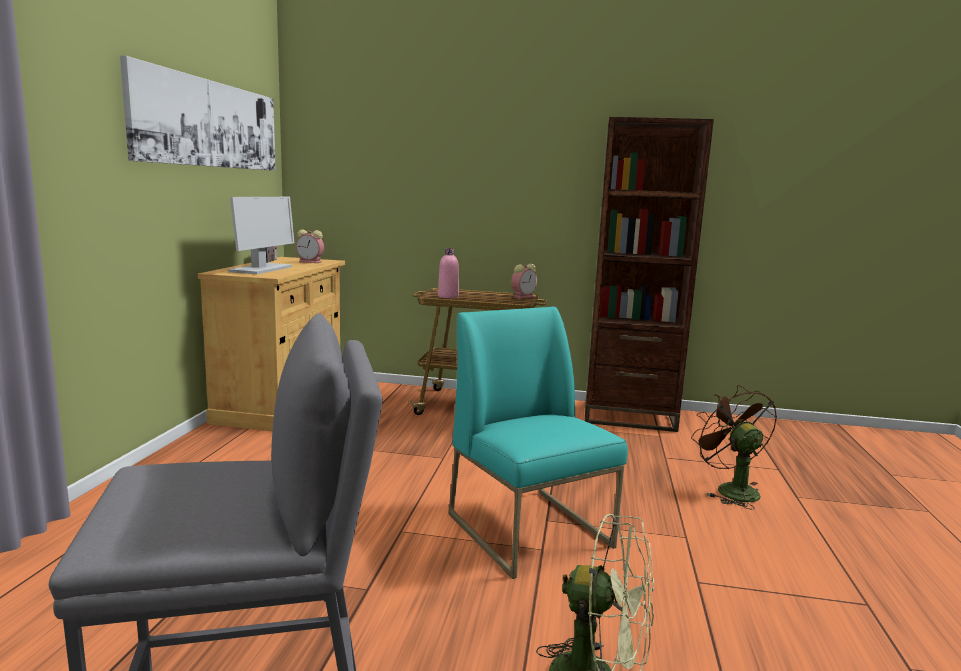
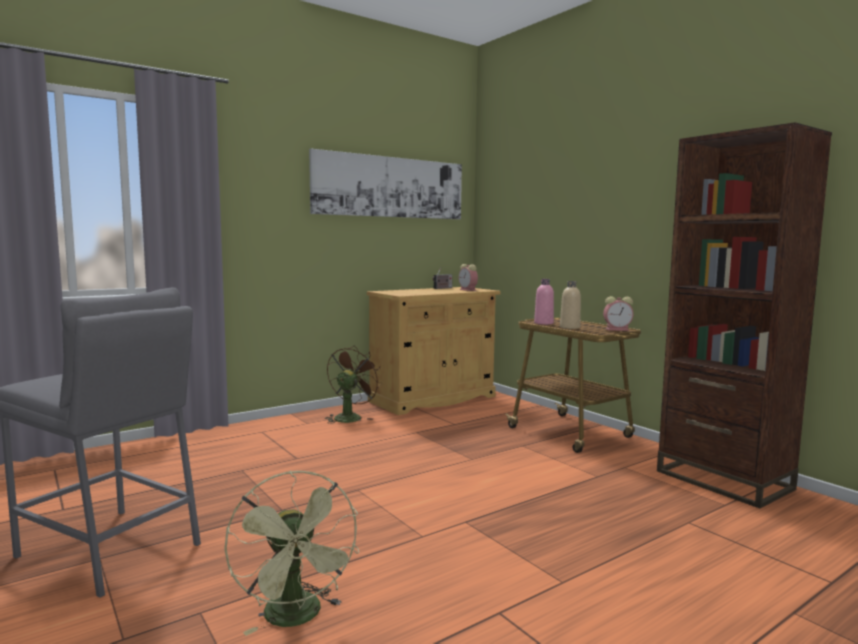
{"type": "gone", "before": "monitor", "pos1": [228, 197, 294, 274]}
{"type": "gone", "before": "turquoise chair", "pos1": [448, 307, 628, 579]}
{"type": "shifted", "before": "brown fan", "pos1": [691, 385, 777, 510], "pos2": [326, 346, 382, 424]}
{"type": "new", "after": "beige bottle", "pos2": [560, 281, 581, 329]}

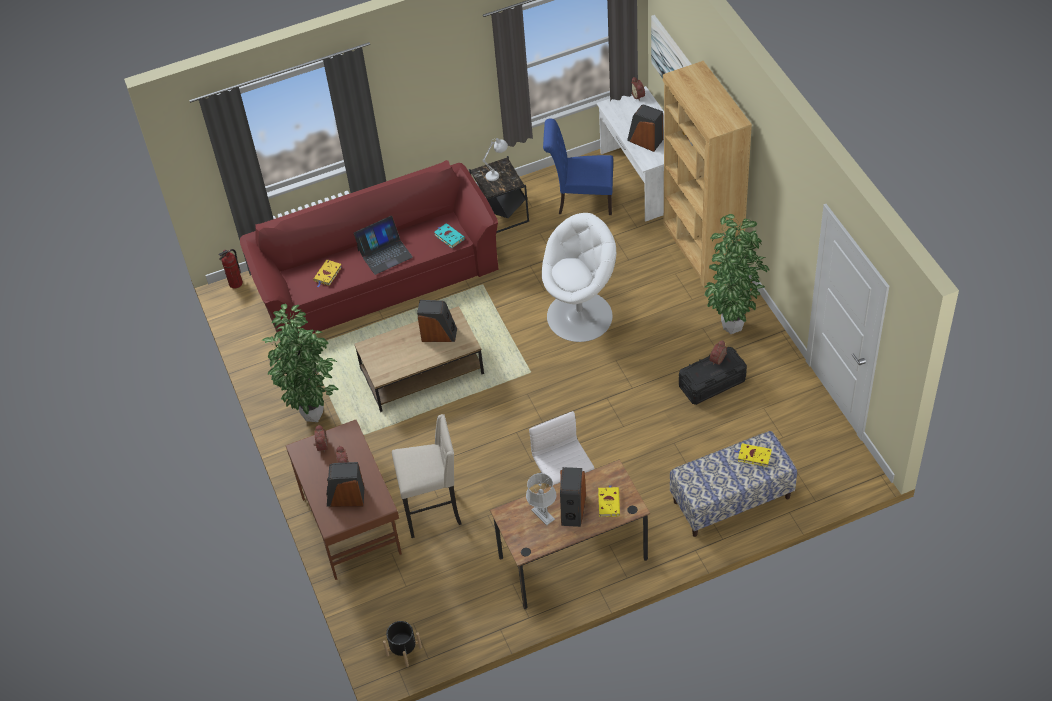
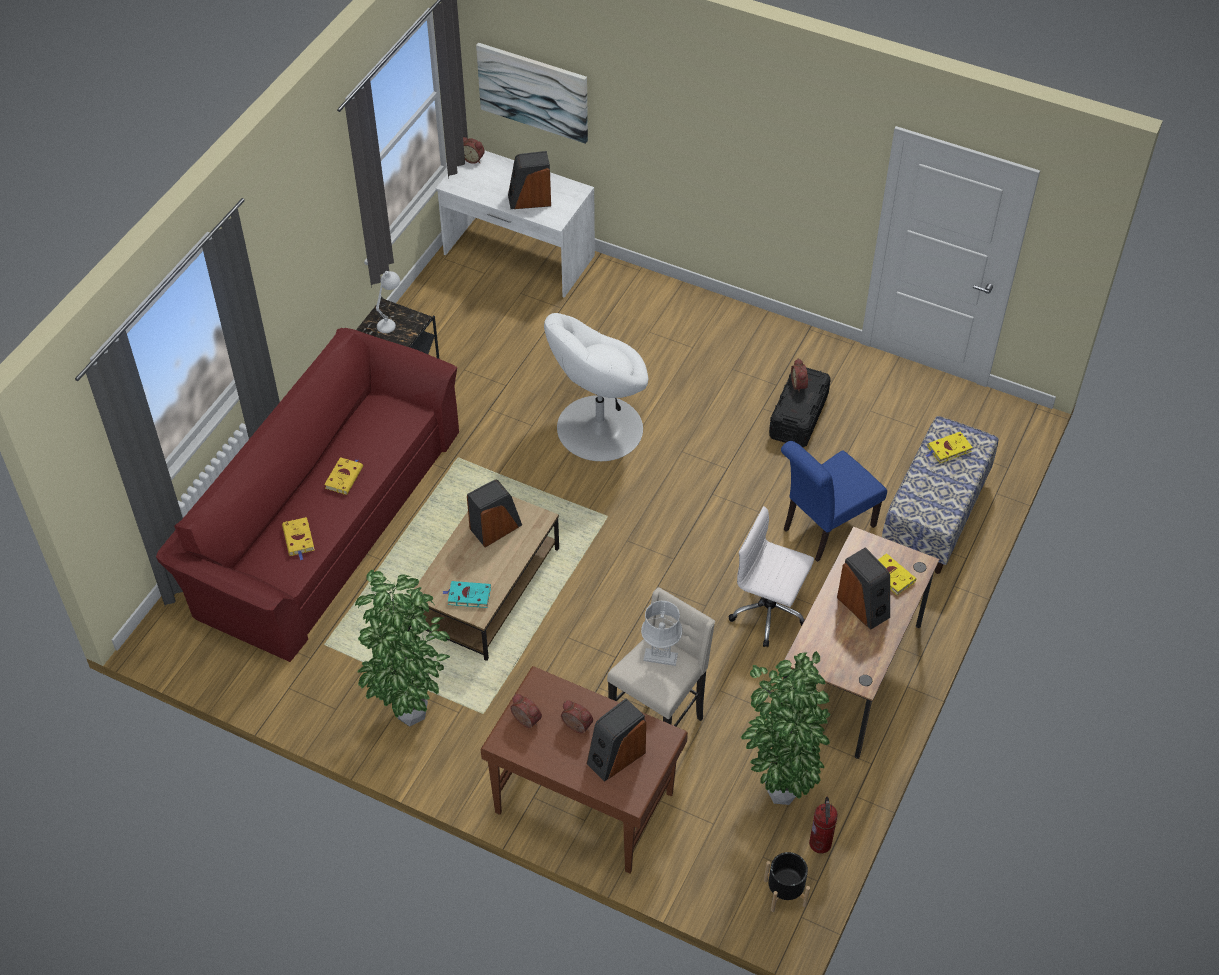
{"type": "gone", "before": "brown bookcase", "pos1": [663, 61, 752, 288]}
{"type": "shifted", "before": "blue chair", "pos1": [543, 118, 613, 215], "pos2": [781, 441, 887, 562]}
{"type": "rotated", "before": "white armchair", "pos1": [542, 213, 616, 342], "pos2": [544, 313, 648, 461], "turn": -150}
{"type": "shifted", "before": "potted plant", "pos1": [704, 214, 769, 334], "pos2": [741, 651, 830, 805]}
{"type": "swapped", "before": "laptop", "after": "yellow book", "pos1": [354, 216, 413, 275], "pos2": [324, 457, 363, 495]}
{"type": "shifted", "before": "turquoise book", "pos1": [434, 223, 465, 248], "pos2": [442, 581, 491, 608]}
{"type": "shifted", "before": "fire extinguisher", "pos1": [218, 249, 243, 288], "pos2": [809, 797, 838, 854]}
{"type": "shifted", "before": "grey table lamp", "pos1": [526, 473, 556, 526], "pos2": [641, 601, 682, 666]}

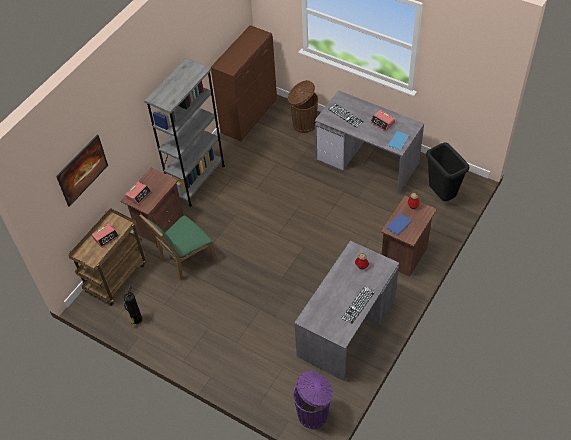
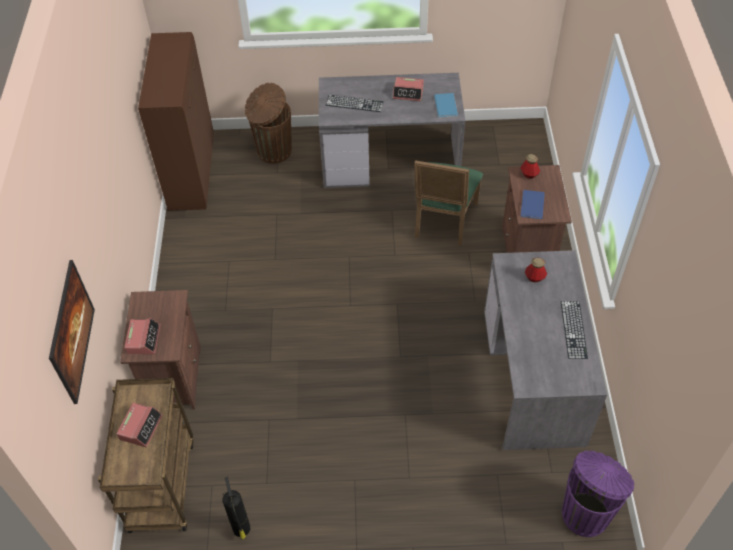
{"type": "gone", "before": "grey bookcase", "pos1": [144, 58, 225, 207]}
{"type": "gone", "before": "black trash can", "pos1": [426, 143, 469, 201]}
{"type": "shifted", "before": "green chair", "pos1": [139, 214, 216, 280], "pos2": [414, 160, 483, 246]}

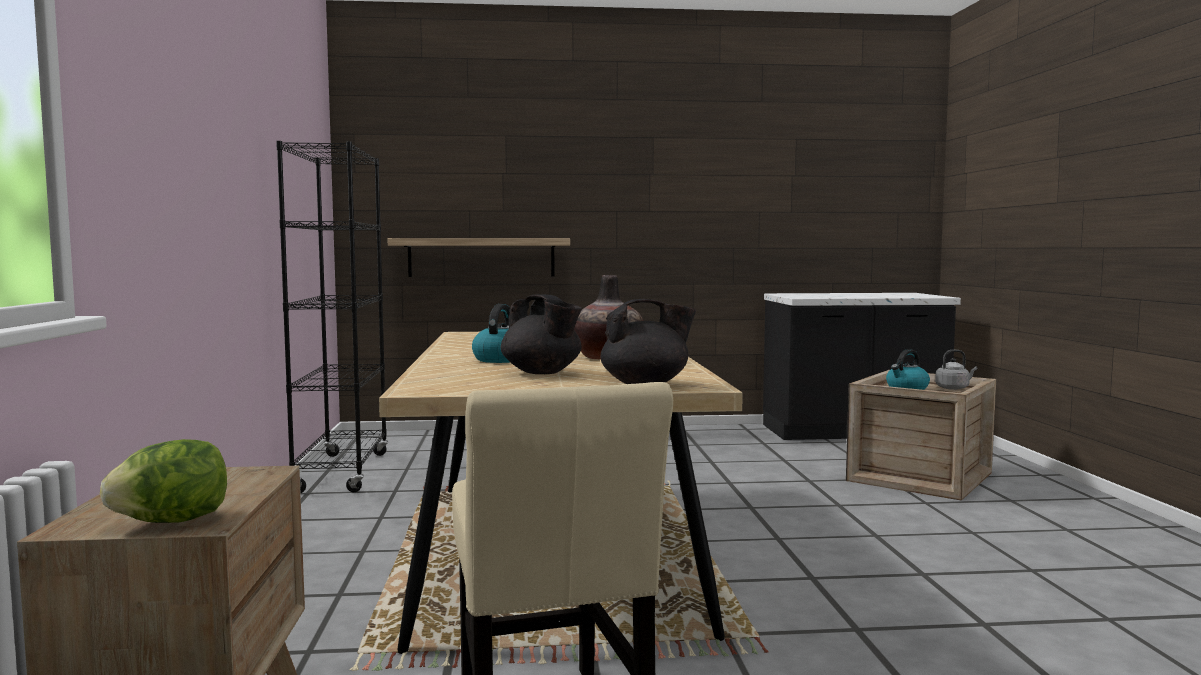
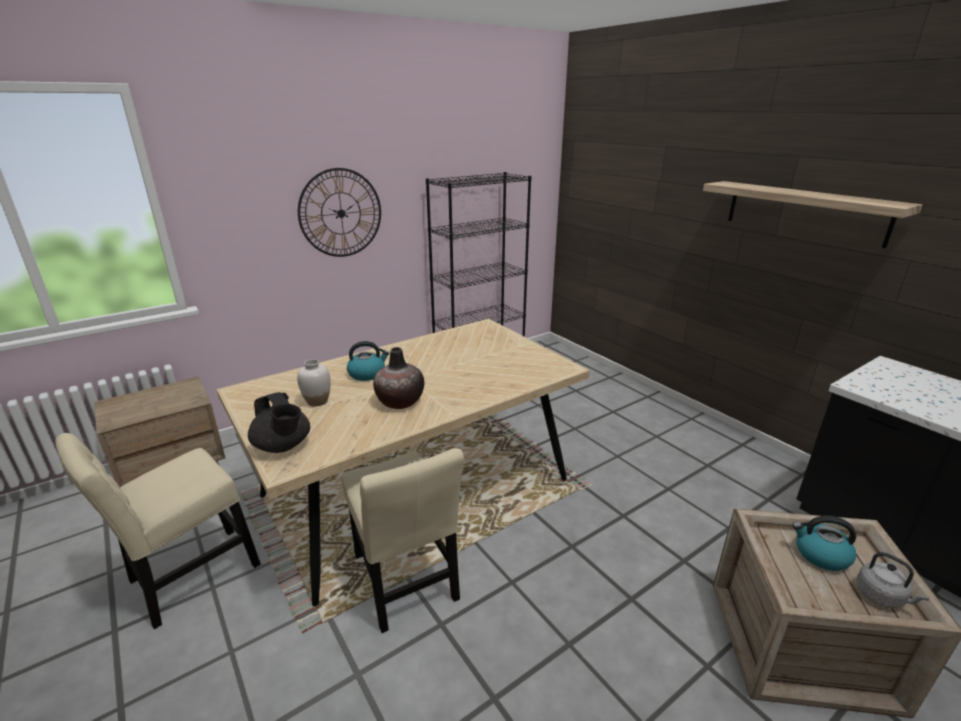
{"type": "shifted", "before": "shelf", "pos1": [388, 238, 570, 277], "pos2": [703, 181, 922, 248]}
{"type": "swapped", "before": "black teapot", "after": "white vase", "pos1": [500, 294, 582, 374], "pos2": [297, 359, 331, 406]}
{"type": "gone", "before": "lettuce", "pos1": [100, 439, 227, 523]}
{"type": "new", "after": "wall clock", "pos2": [298, 168, 381, 257]}
{"type": "new", "after": "beige chair", "pos2": [342, 448, 464, 633]}

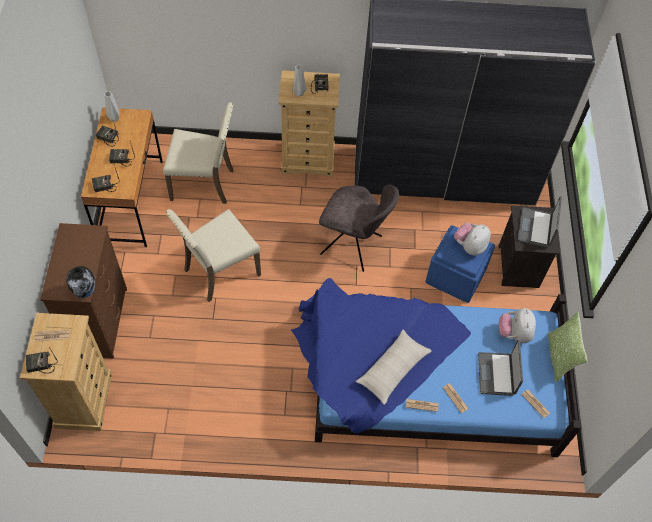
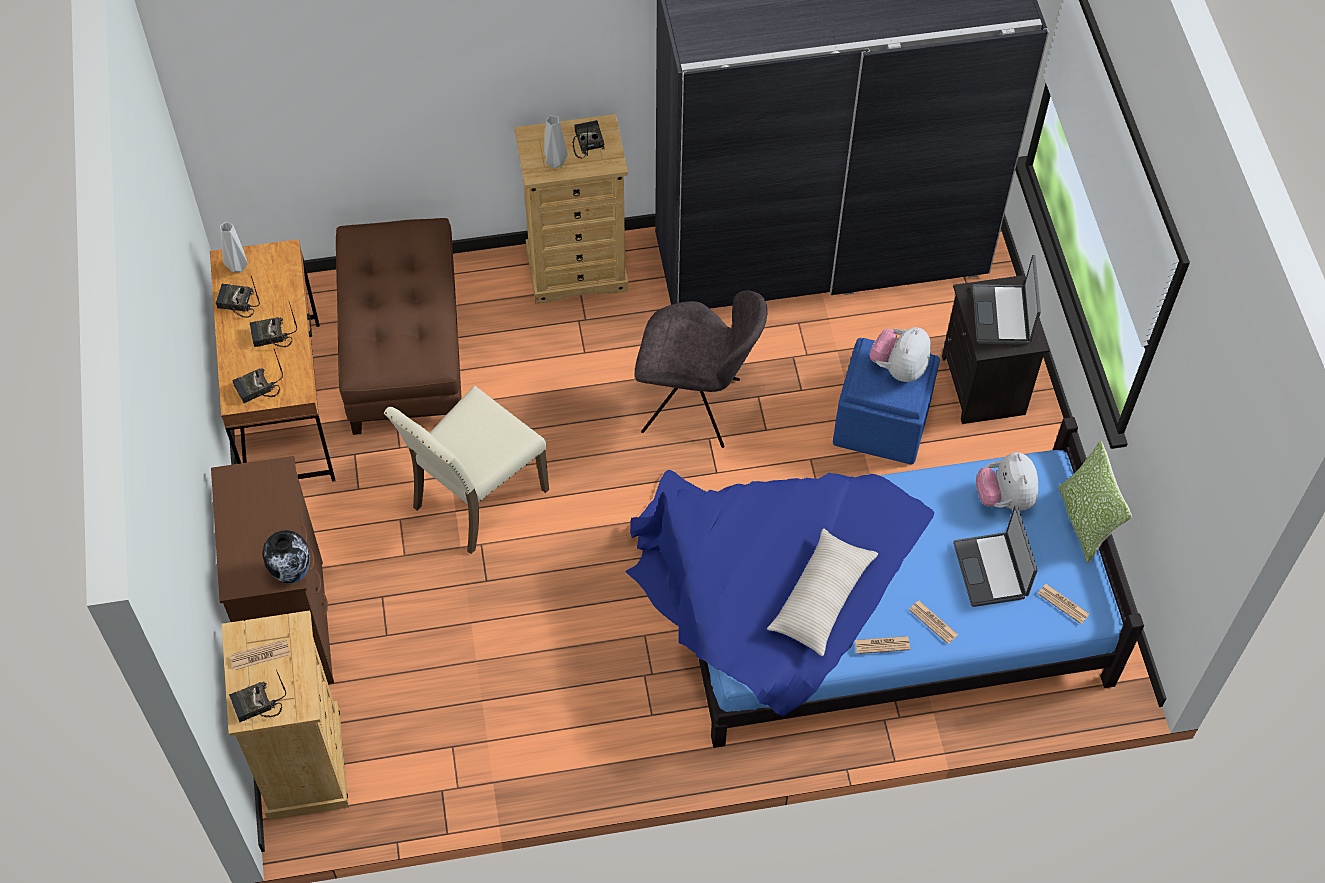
{"type": "swapped", "before": "beige chair", "after": "brown ottoman", "pos1": [163, 102, 234, 204], "pos2": [336, 218, 462, 435]}

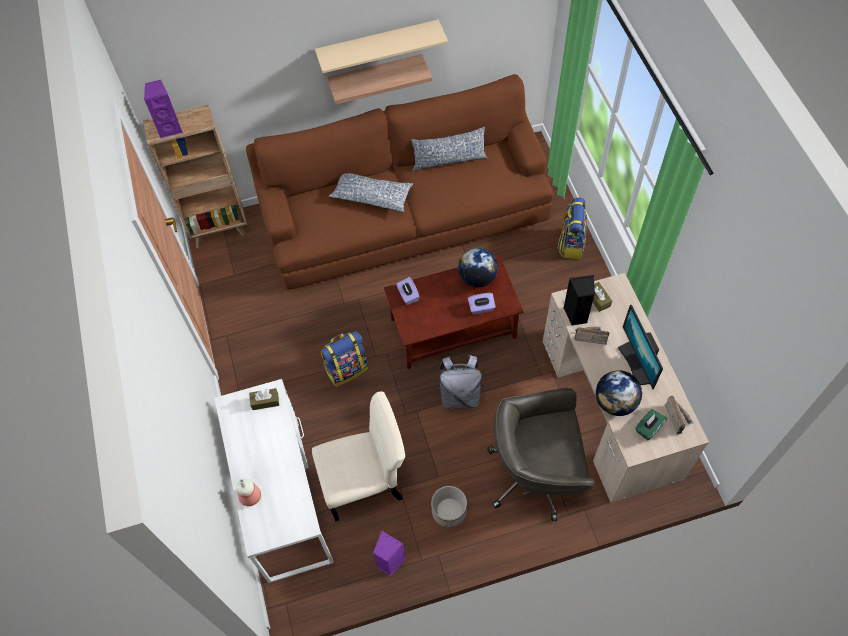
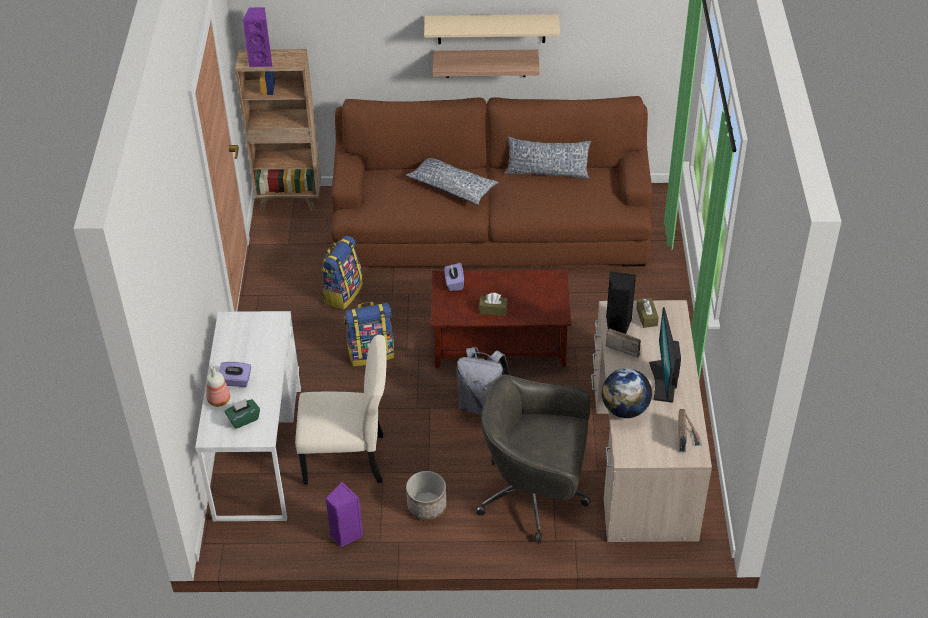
{"type": "shifted", "before": "backpack", "pos1": [558, 197, 587, 259], "pos2": [321, 236, 363, 310]}
{"type": "gone", "before": "globe", "pos1": [458, 248, 498, 287]}
{"type": "shifted", "before": "purple tissue box", "pos1": [468, 293, 496, 315], "pos2": [219, 362, 251, 387]}
{"type": "shifted", "before": "brown tissue box", "pos1": [249, 388, 279, 410], "pos2": [479, 293, 508, 316]}
{"type": "shifted", "before": "green tissue box", "pos1": [635, 409, 667, 441], "pos2": [224, 399, 260, 429]}

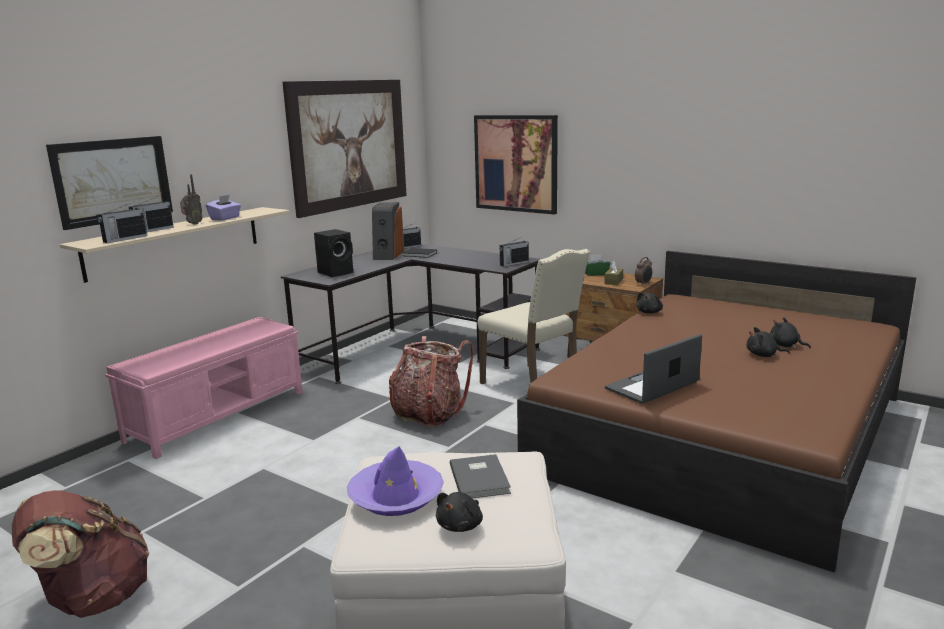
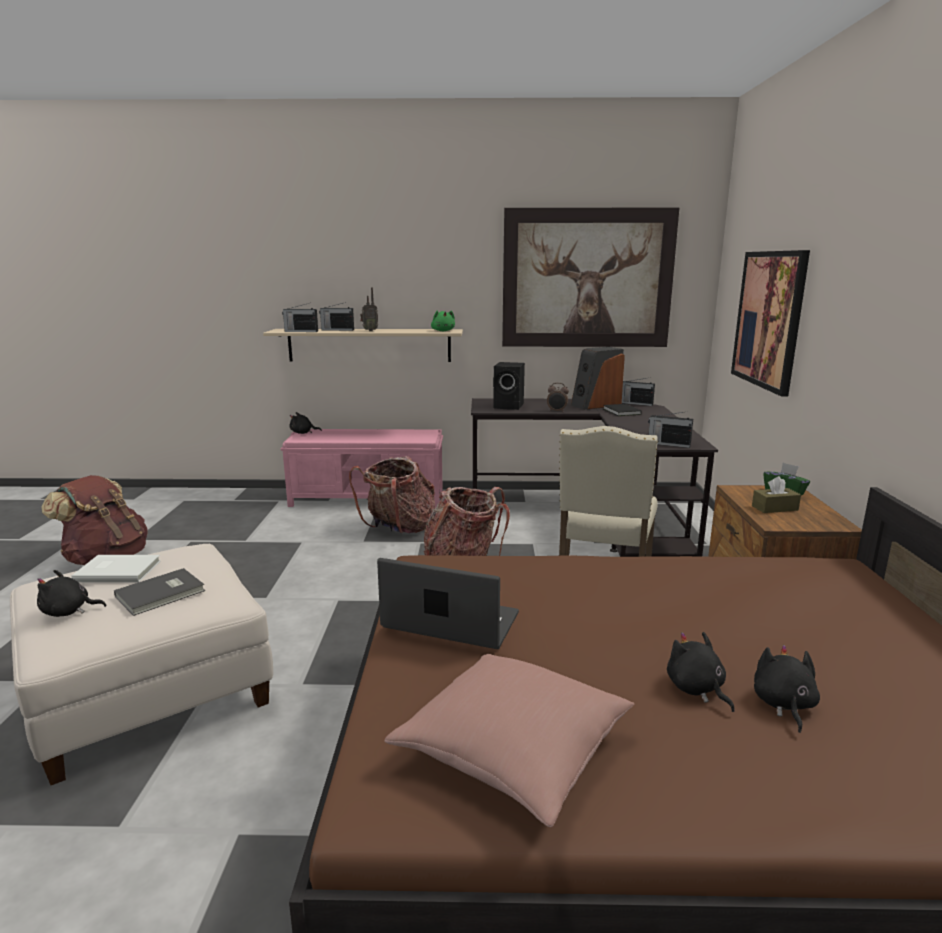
{"type": "gone", "before": "picture", "pos1": [46, 136, 173, 230]}
{"type": "gone", "before": "purple tissue box", "pos1": [206, 195, 241, 221]}
{"type": "shifted", "before": "alarm clock", "pos1": [635, 257, 652, 286], "pos2": [547, 383, 569, 412]}
{"type": "shifted", "before": "black plush toy", "pos1": [637, 292, 663, 314], "pos2": [290, 412, 322, 434]}
{"type": "swapped", "before": "purple hat", "after": "white book", "pos1": [347, 446, 444, 516], "pos2": [71, 555, 161, 582]}
{"type": "new", "after": "green plush toy", "pos2": [431, 310, 455, 331]}
{"type": "new", "after": "backpack", "pos2": [349, 456, 435, 533]}
{"type": "new", "after": "pink pillow", "pos2": [384, 654, 635, 827]}

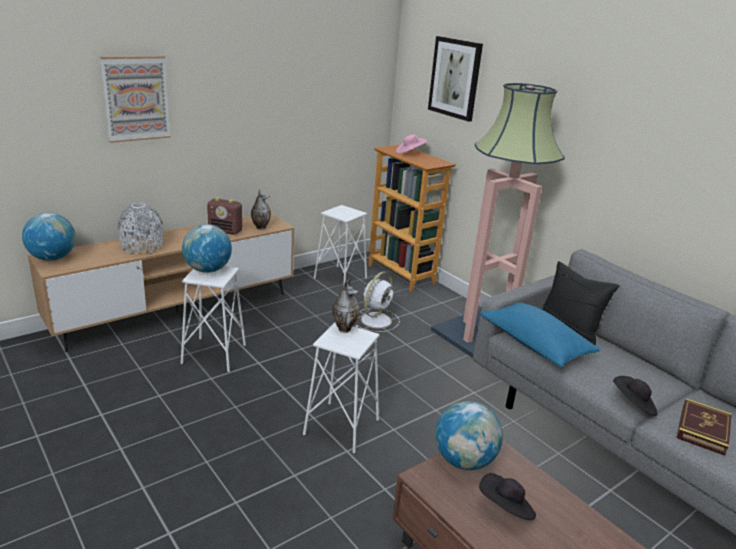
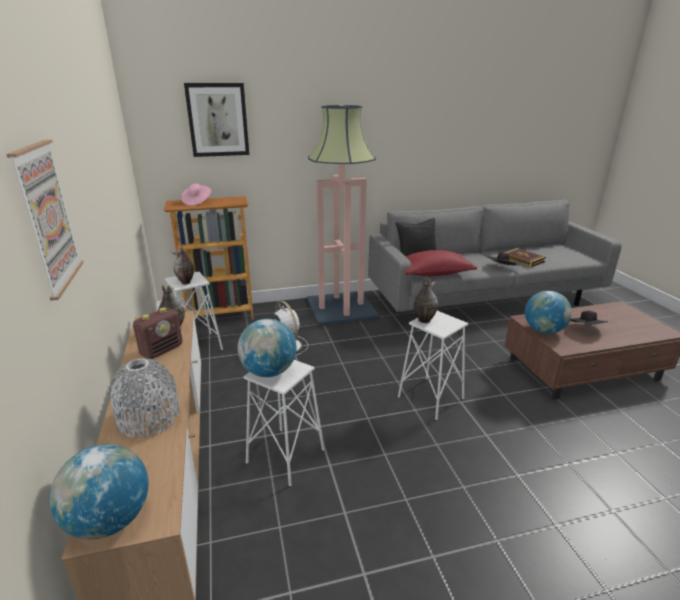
{"type": "repainted", "before": "blue pillow", "after": "red pillow", "pos1": [480, 303, 601, 367], "pos2": [405, 250, 477, 276]}
{"type": "new", "after": "vase", "pos2": [171, 245, 194, 285]}

